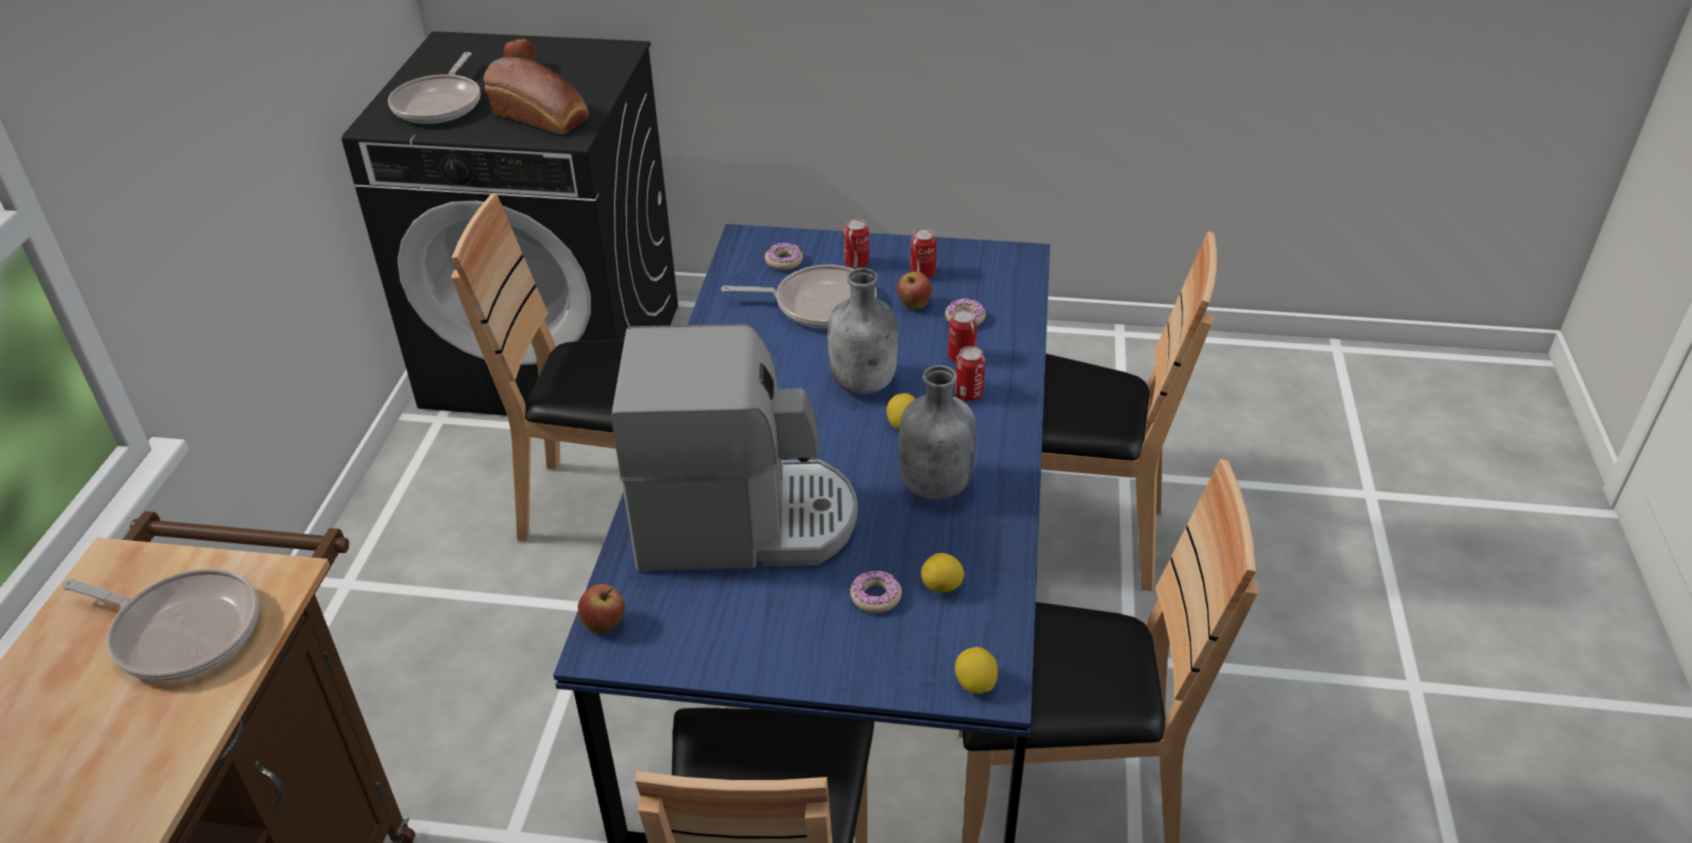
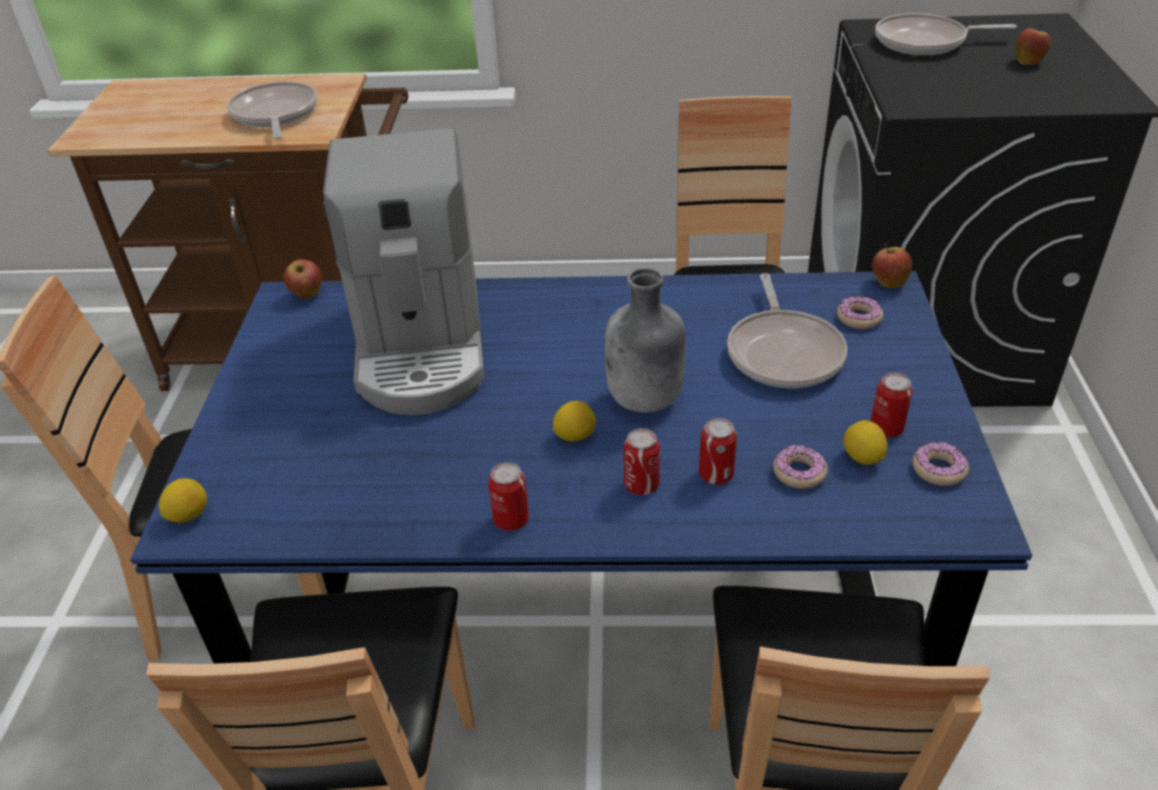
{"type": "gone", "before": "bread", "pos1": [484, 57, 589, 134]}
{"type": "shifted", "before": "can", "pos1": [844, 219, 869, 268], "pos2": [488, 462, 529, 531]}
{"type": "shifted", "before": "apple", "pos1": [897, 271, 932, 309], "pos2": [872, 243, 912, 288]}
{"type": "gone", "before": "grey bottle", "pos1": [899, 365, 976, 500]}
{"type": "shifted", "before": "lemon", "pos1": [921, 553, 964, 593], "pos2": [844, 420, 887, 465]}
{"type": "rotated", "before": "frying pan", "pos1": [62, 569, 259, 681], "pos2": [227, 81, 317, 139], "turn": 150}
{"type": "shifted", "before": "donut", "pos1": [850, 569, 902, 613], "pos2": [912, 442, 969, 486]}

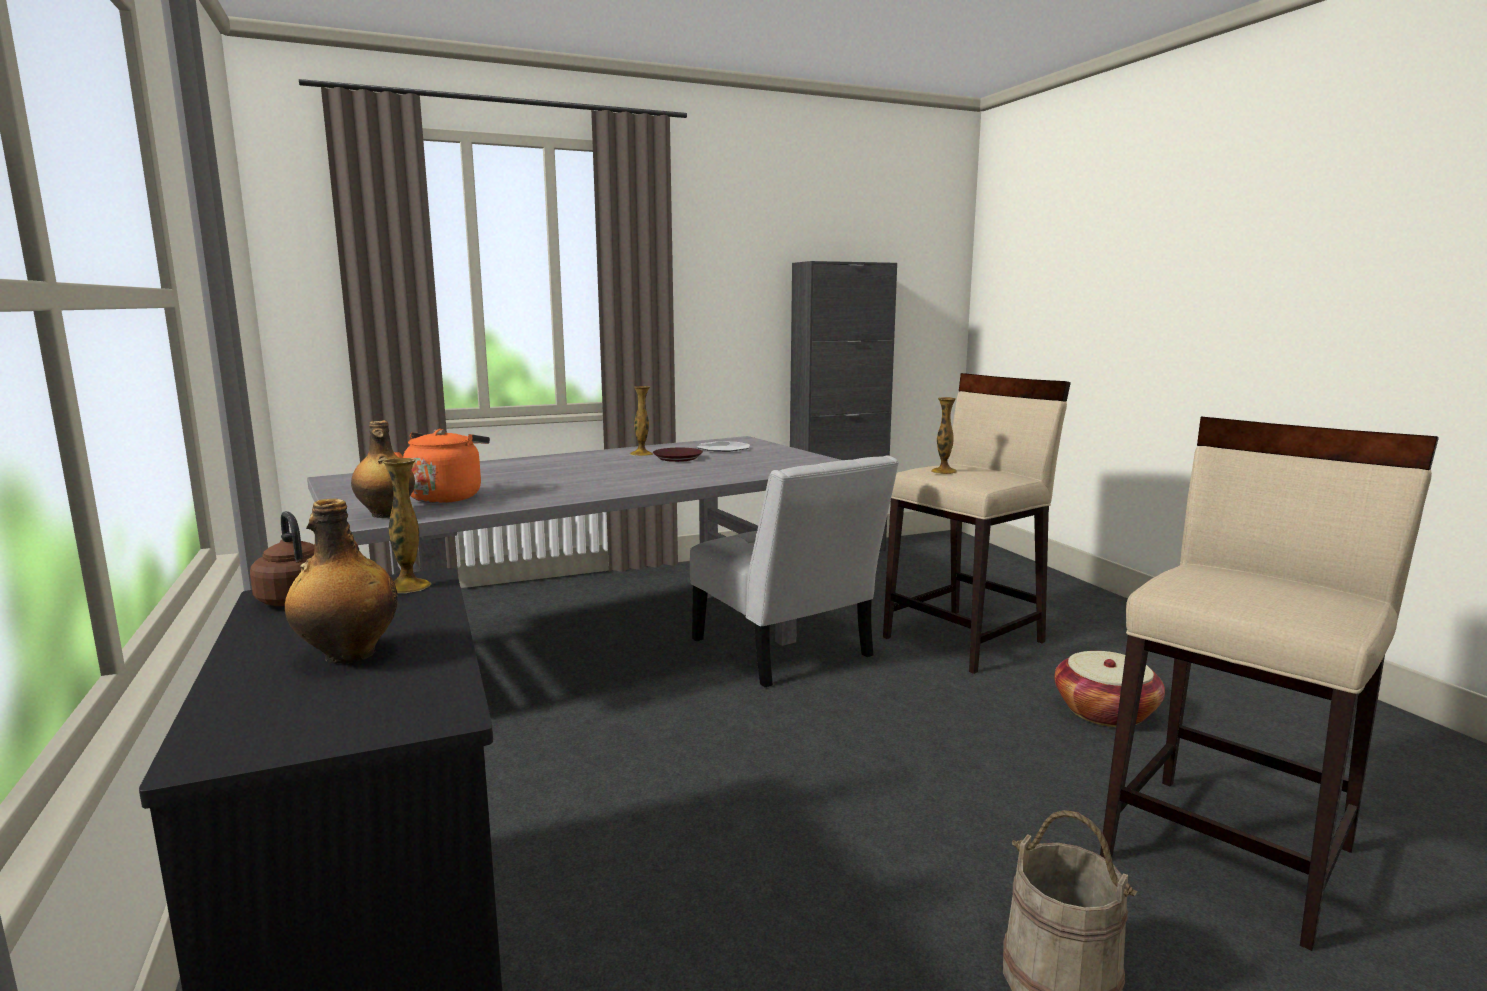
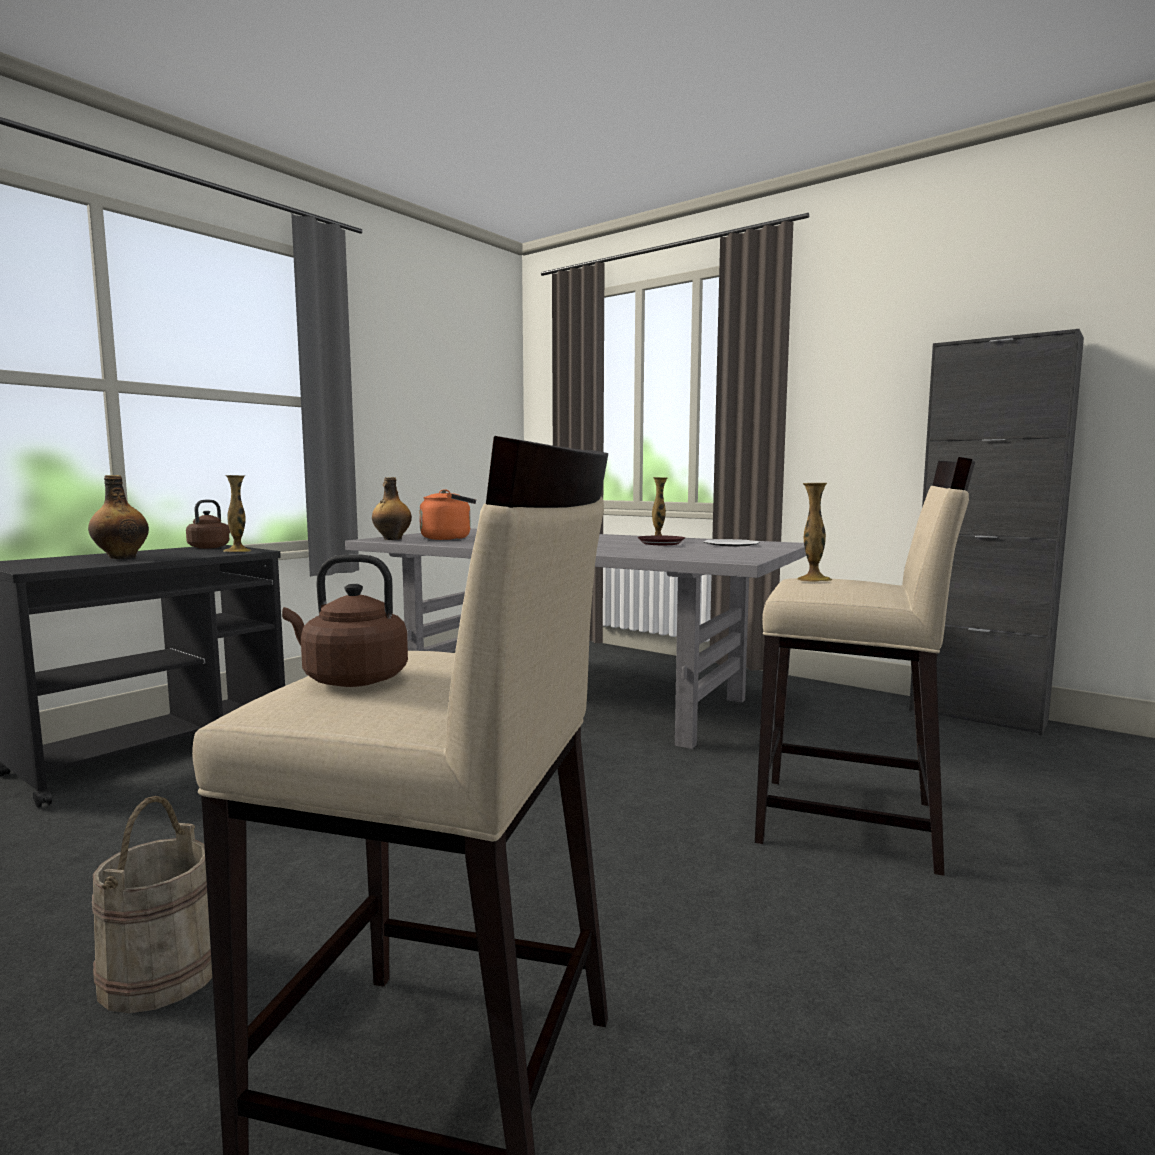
{"type": "gone", "before": "white chair", "pos1": [690, 455, 899, 687]}
{"type": "gone", "before": "basket", "pos1": [1054, 651, 1165, 727]}
{"type": "new", "after": "brown kettle", "pos2": [282, 554, 408, 687]}

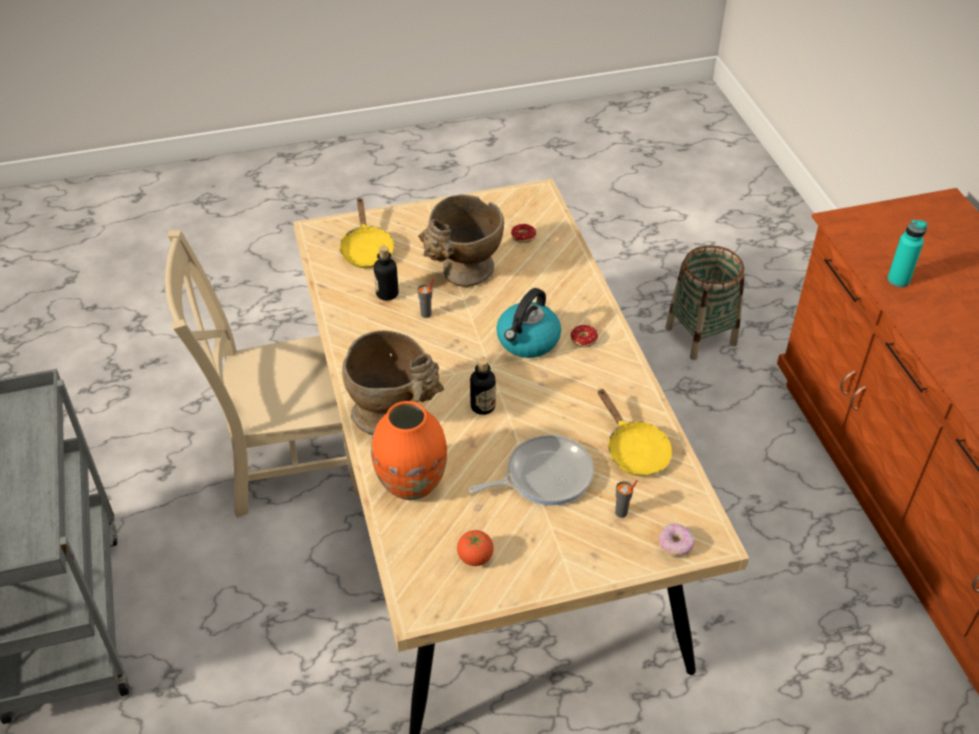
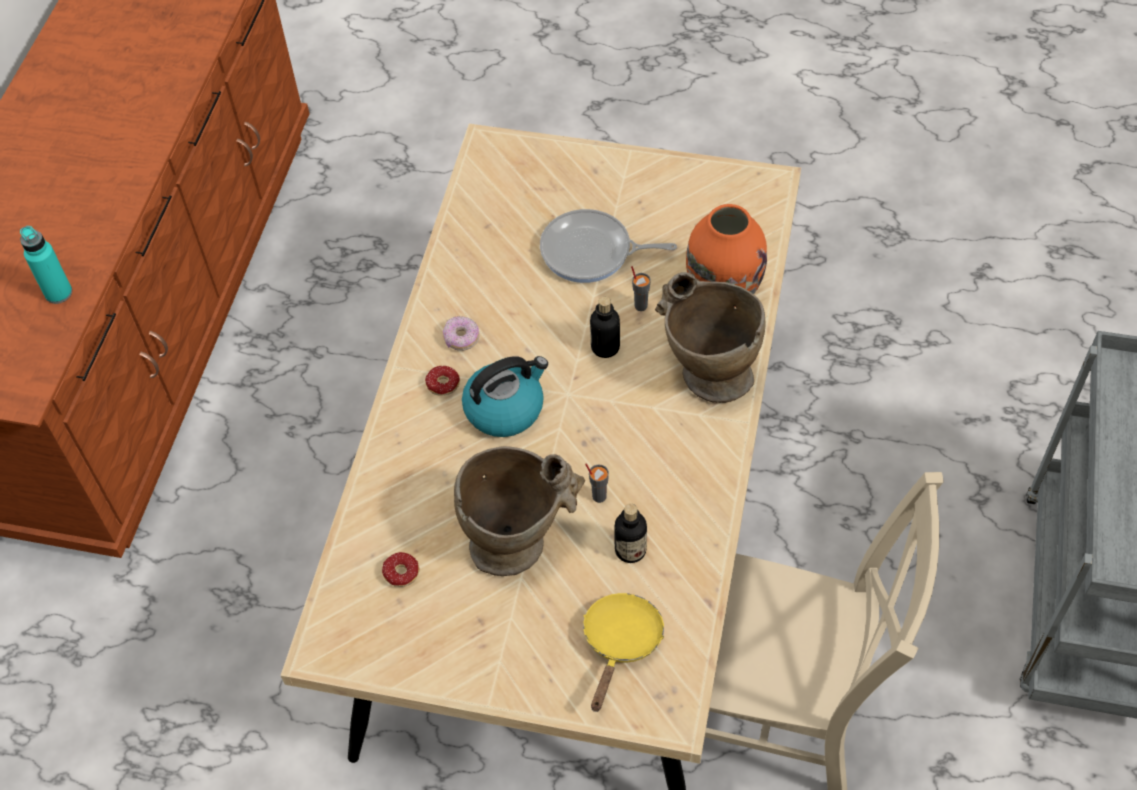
{"type": "gone", "before": "basket", "pos1": [666, 245, 745, 360]}
{"type": "gone", "before": "yellow frying pan", "pos1": [598, 388, 672, 476]}
{"type": "shifted", "before": "grey cup", "pos1": [615, 480, 637, 518], "pos2": [631, 266, 651, 311]}
{"type": "shifted", "before": "donut", "pos1": [658, 523, 695, 557], "pos2": [443, 316, 479, 351]}
{"type": "gone", "before": "tomato", "pos1": [457, 530, 494, 566]}

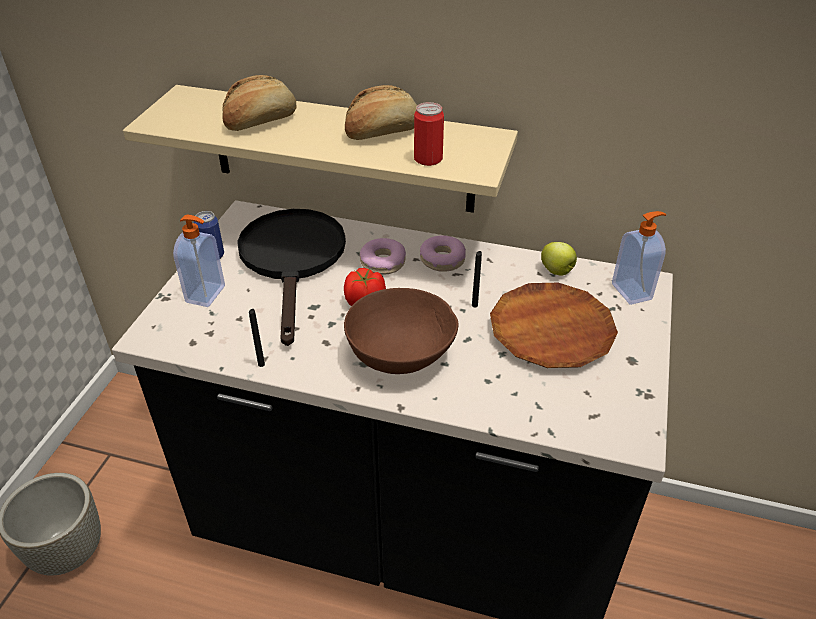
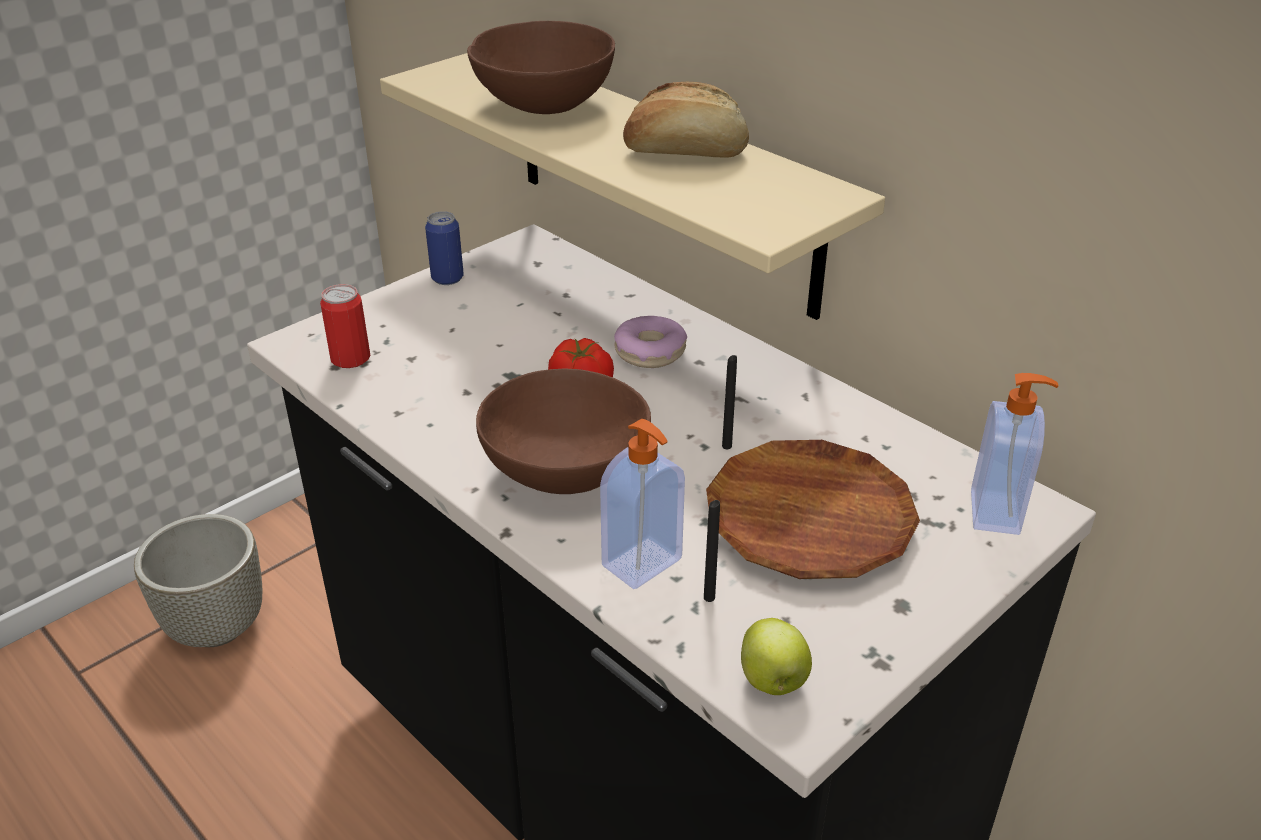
{"type": "swapped", "before": "bread", "after": "brown bowl", "pos1": [222, 75, 297, 131], "pos2": [467, 21, 615, 114]}
{"type": "shifted", "before": "can", "pos1": [414, 102, 444, 166], "pos2": [320, 284, 370, 368]}
{"type": "gone", "before": "black frying pan", "pos1": [237, 209, 346, 346]}
{"type": "shifted", "before": "soap dispenser", "pos1": [173, 215, 225, 307], "pos2": [600, 419, 685, 589]}
{"type": "gone", "before": "donut", "pos1": [420, 236, 466, 272]}
{"type": "shifted", "before": "apple", "pos1": [541, 242, 577, 275], "pos2": [741, 618, 812, 695]}
{"type": "shifted", "before": "black candle", "pos1": [249, 309, 265, 367], "pos2": [704, 500, 720, 602]}

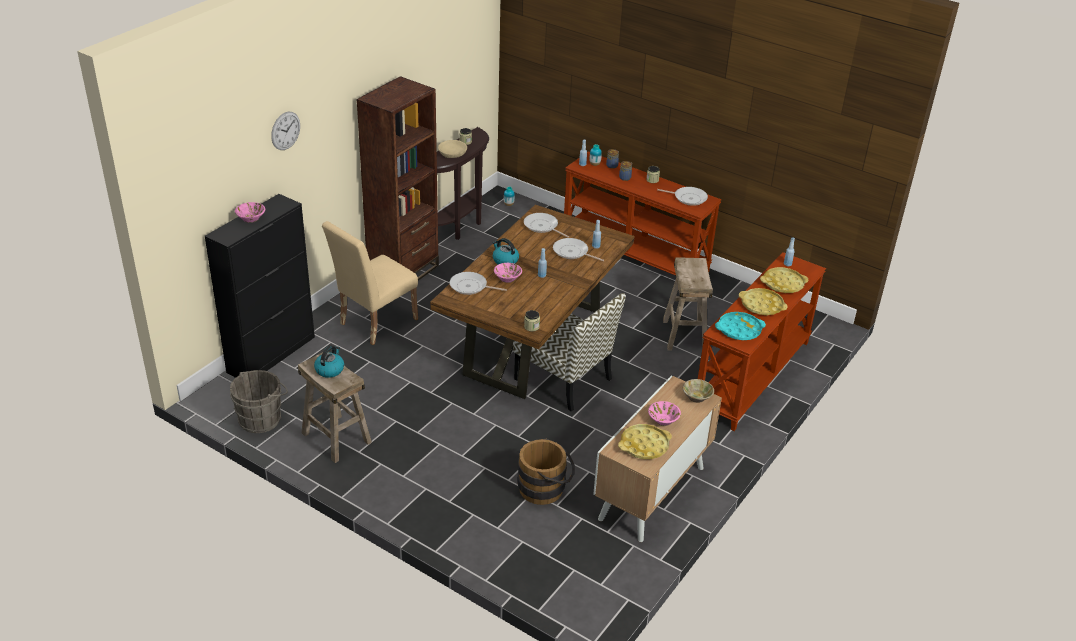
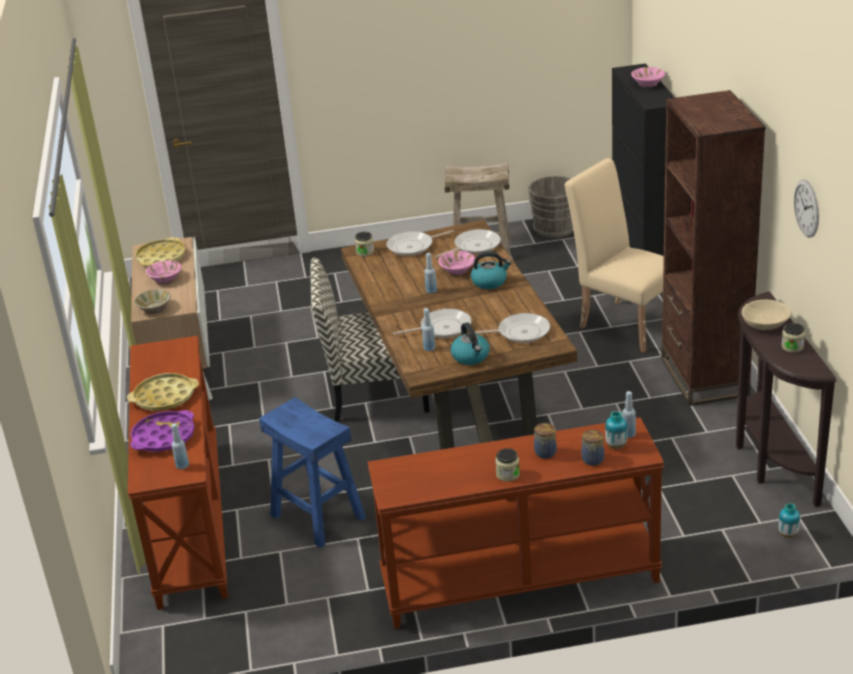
{"type": "shifted", "before": "wall clock", "pos1": [271, 112, 300, 150], "pos2": [794, 179, 819, 238]}
{"type": "shifted", "before": "frying pan", "pos1": [657, 187, 708, 206], "pos2": [386, 230, 454, 256]}
{"type": "rotated", "before": "beige chair", "pos1": [322, 221, 418, 345], "pos2": [564, 158, 664, 353], "turn": -45}
{"type": "repainted", "before": "beige stool", "after": "blue stool", "pos1": [663, 257, 713, 351], "pos2": [259, 397, 366, 548]}
{"type": "repainted", "before": "yellow tray", "after": "purple tray", "pos1": [760, 267, 808, 293], "pos2": [130, 410, 195, 452]}
{"type": "gone", "before": "turquoise tray", "pos1": [715, 312, 766, 340]}
{"type": "shifted", "before": "kettle", "pos1": [314, 345, 344, 378], "pos2": [451, 322, 490, 365]}
{"type": "gone", "before": "brown bucket", "pos1": [517, 439, 575, 505]}

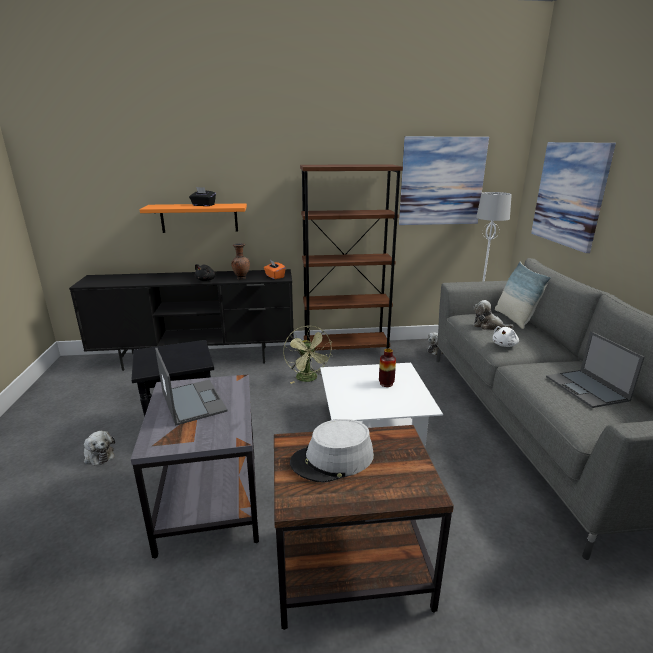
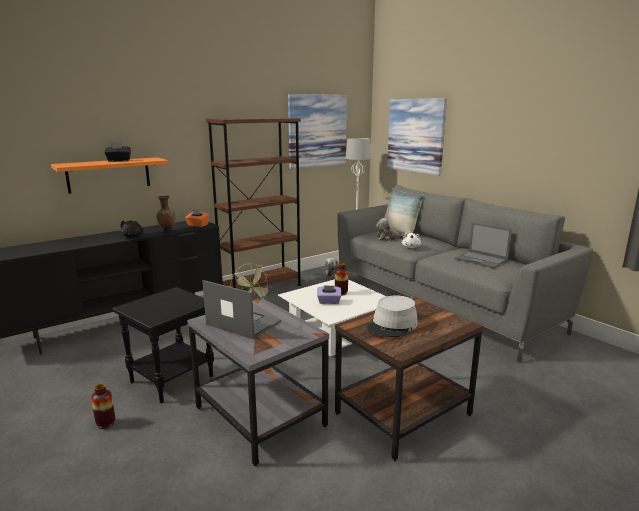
{"type": "swapped", "before": "plush toy", "after": "vase", "pos1": [83, 431, 115, 465], "pos2": [91, 384, 115, 429]}
{"type": "new", "after": "purple tissue box", "pos2": [317, 285, 341, 304]}

